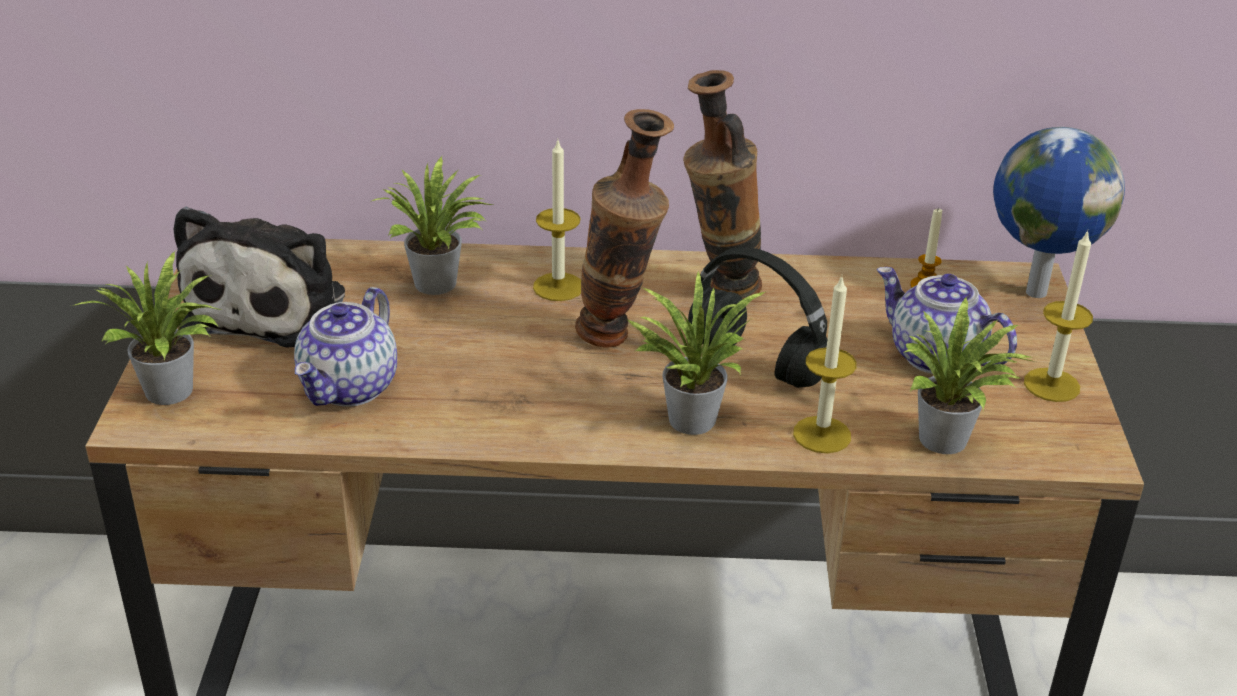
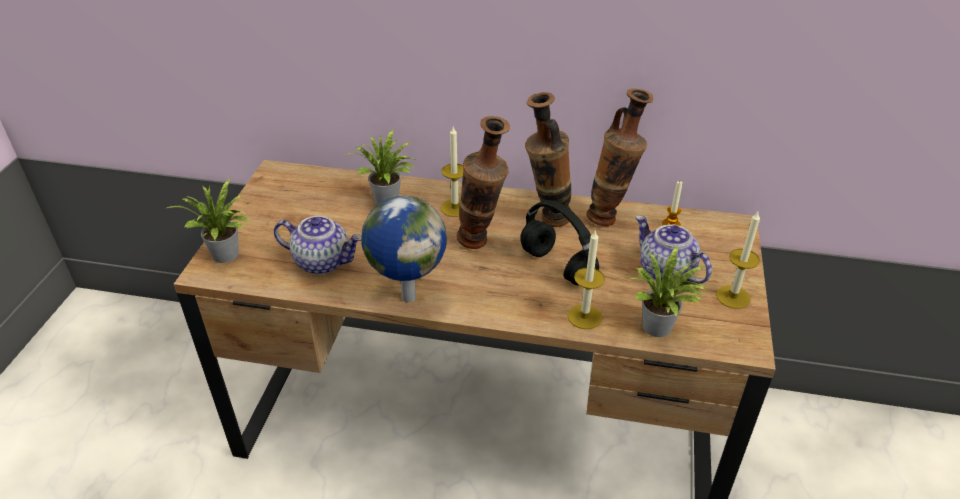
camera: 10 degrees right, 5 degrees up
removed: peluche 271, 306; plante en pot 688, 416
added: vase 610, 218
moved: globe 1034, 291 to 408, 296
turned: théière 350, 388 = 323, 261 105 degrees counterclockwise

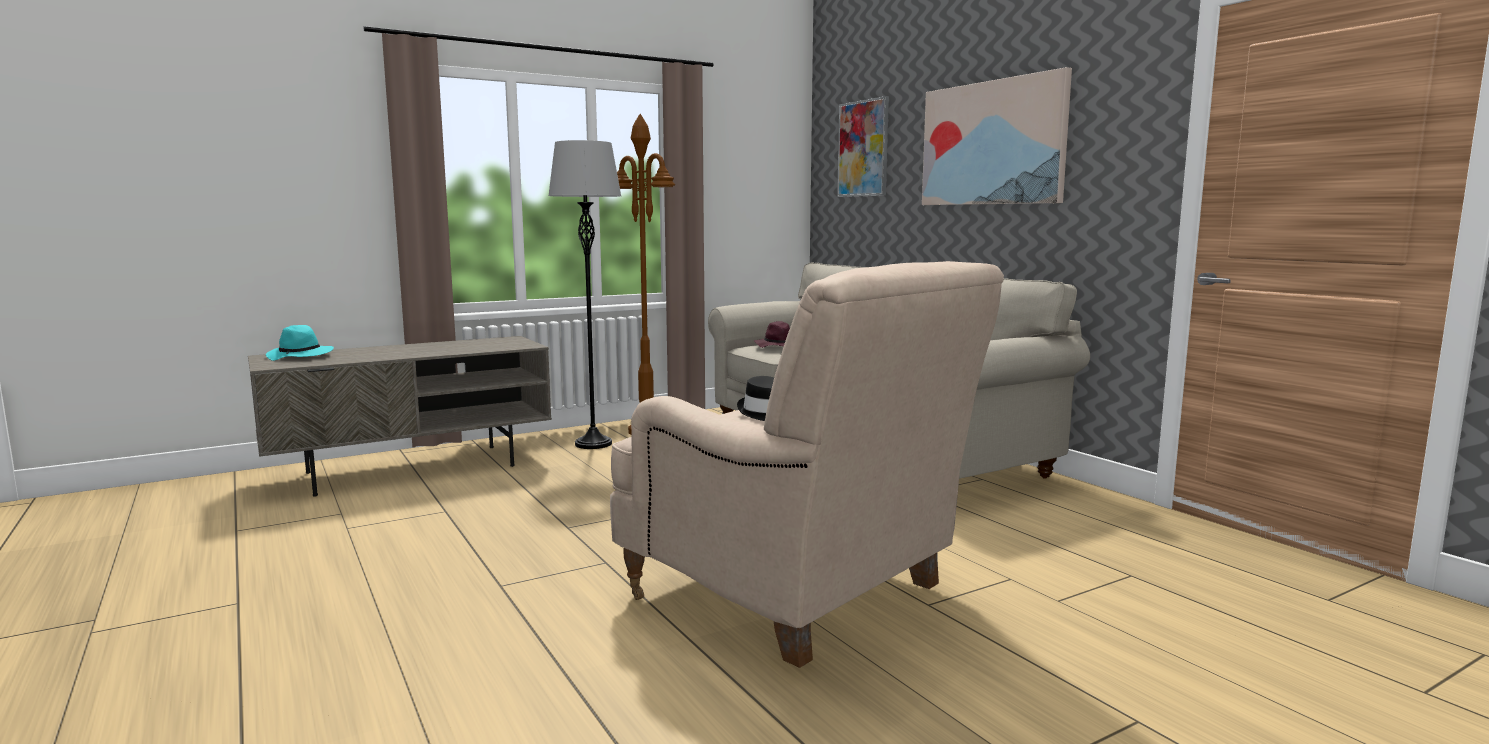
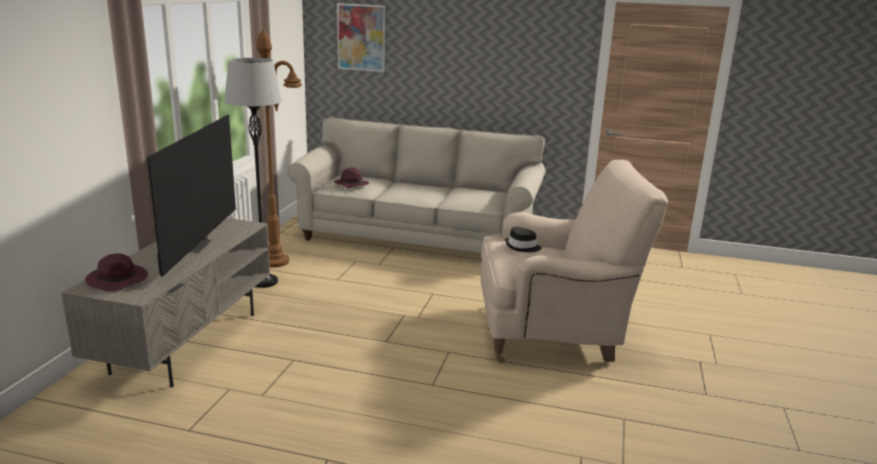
camera: 45 degrees left, 10 degrees up
removed: tableau 993, 143
added: téléviseur 193, 245
recoloured: chapeau/turquoise 301, 356 to chapeau/violet 118, 280

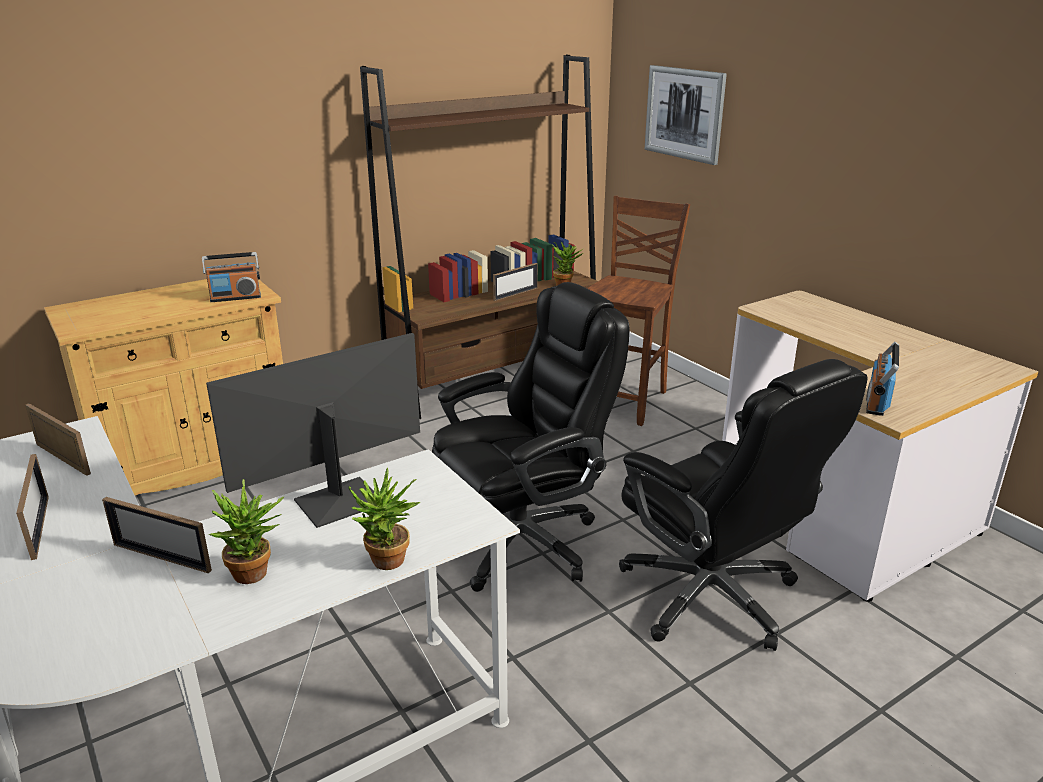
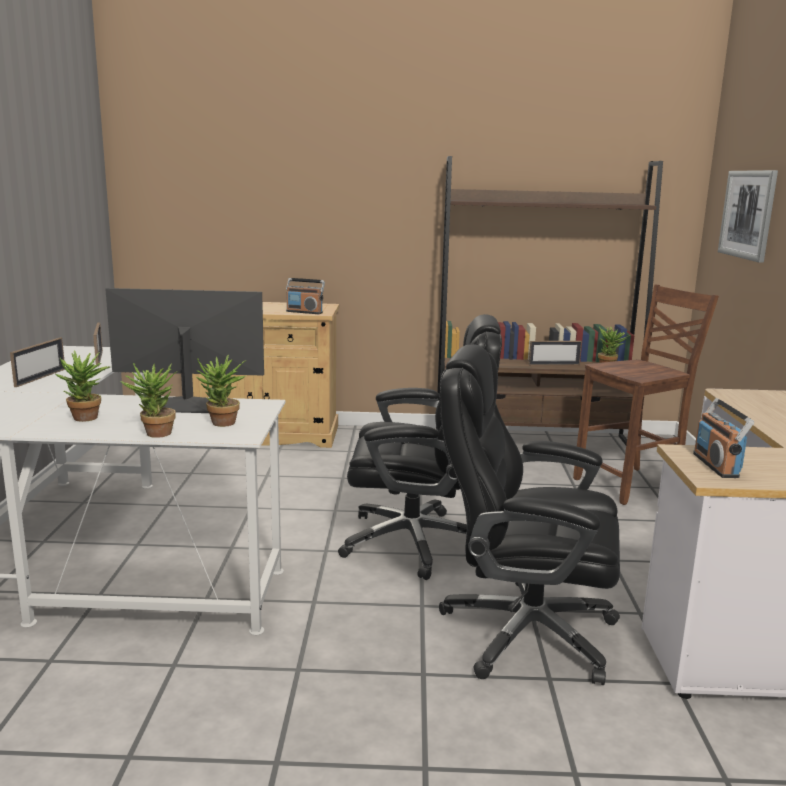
camera: 35 degrees right, 10 degrees down
removed: cadre photo 161, 557
added: plante en pot 221, 424
turned: chaise de bureau/noir 712, 597 = 524, 632 105 degrees clockwise; radio 876, 402 = 716, 465 60 degrees counterclockwise

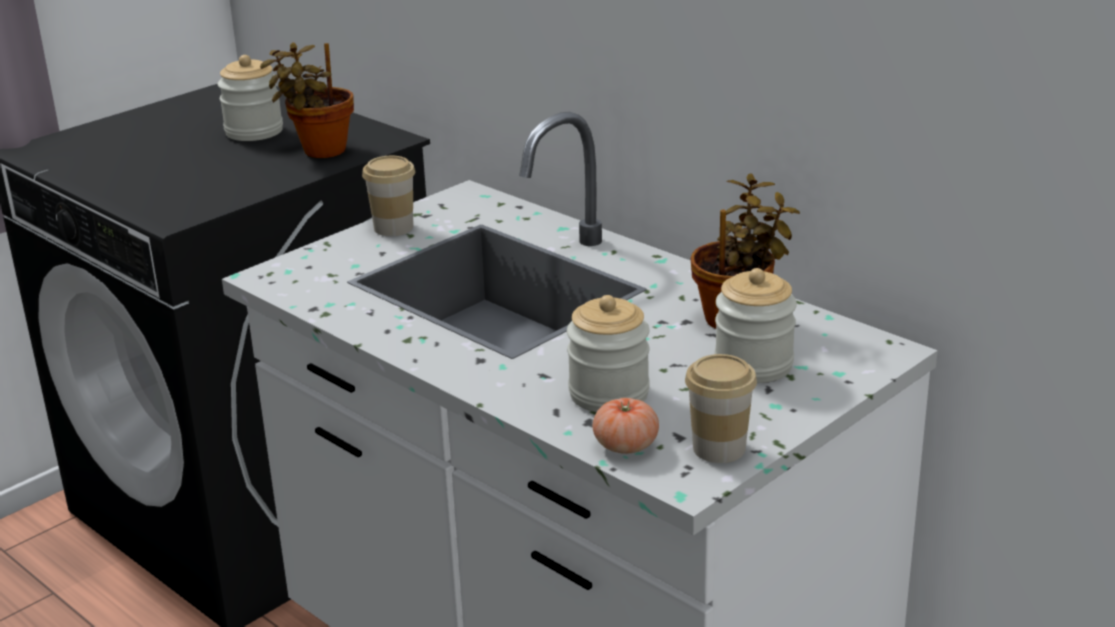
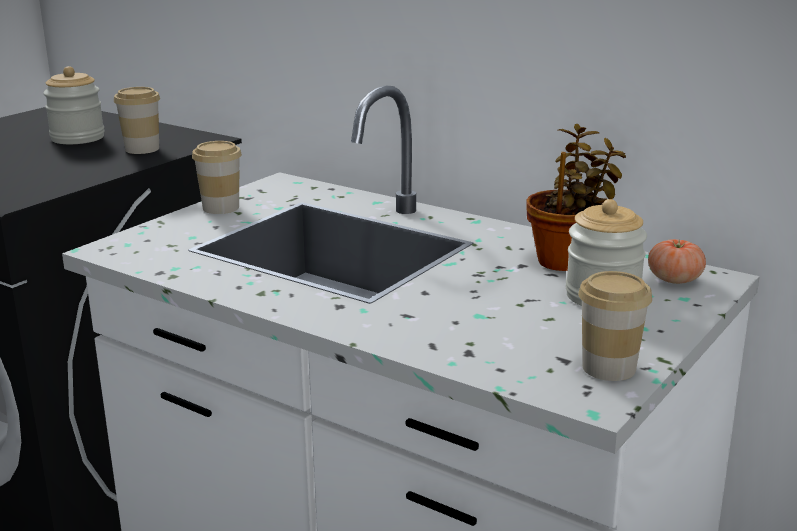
camera: 10 degrees left, 5 degrees down
removed: bocal 609, 394
moved: tomate 626, 445 to 674, 279
replaced: plante en pot 319, 151 to tasse 142, 149

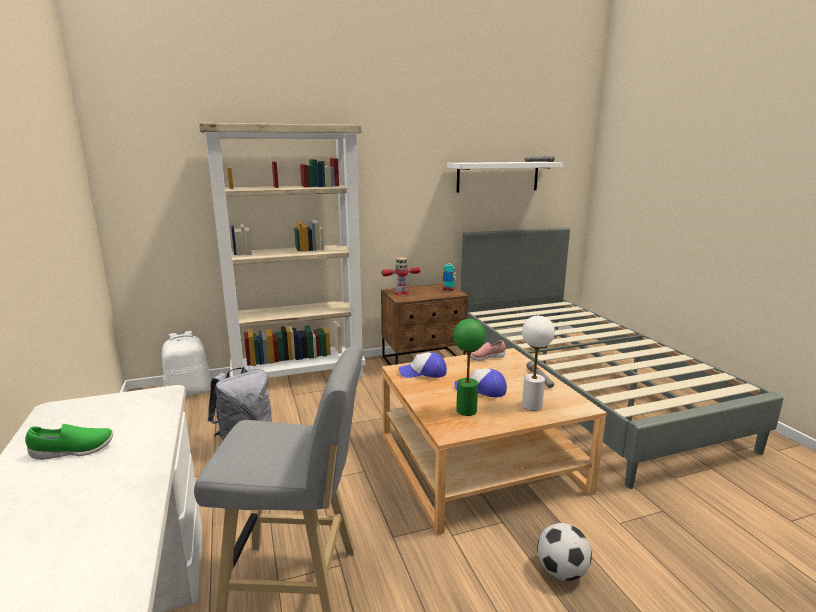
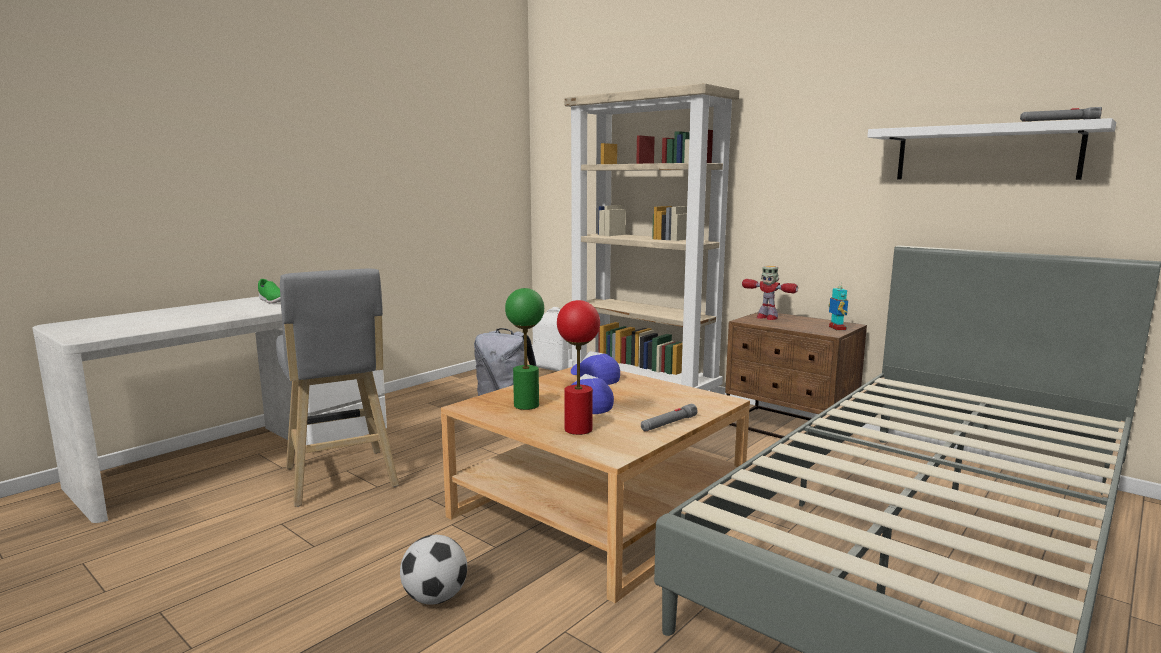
camera: 60 degrees right, 5 degrees down
removed: chaussure/rose 486, 358
recoloured: lampe de table/blanc 532, 406 to lampe de table/rouge 578, 429

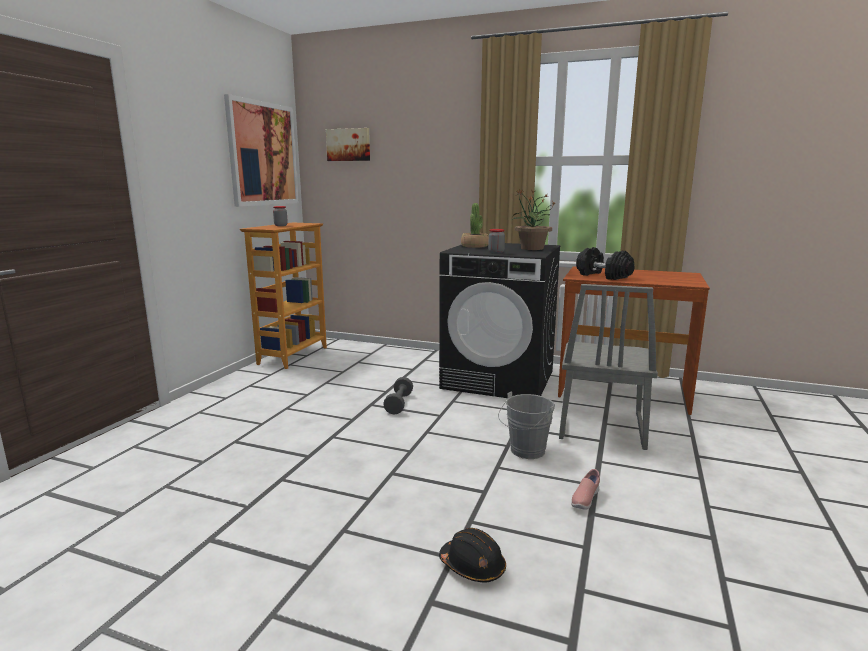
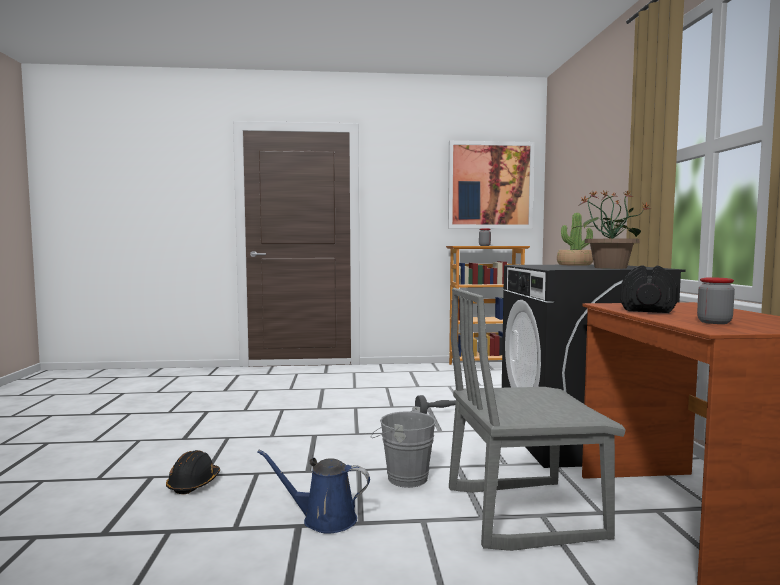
camera: 65 degrees right, 10 degrees down
removed: tableau 348, 145
moved: bocal 496, 252 to 714, 322
replaced: chaussure/rose 584, 499 to arrosoir/bleu 324, 519

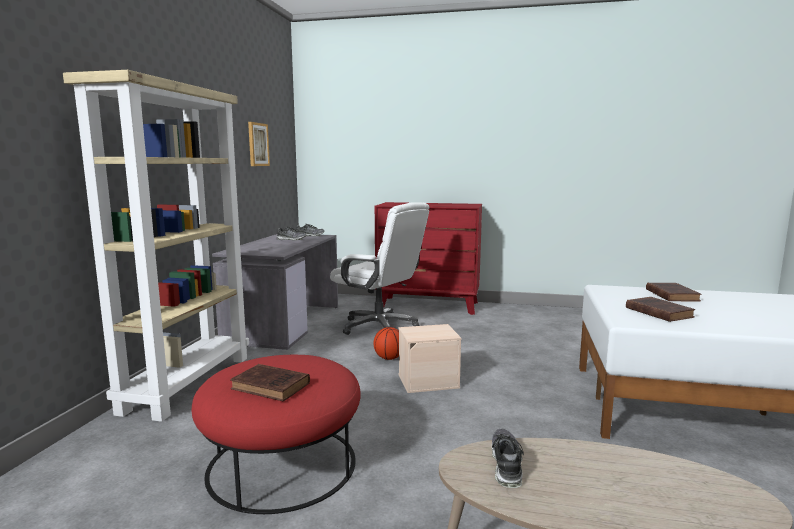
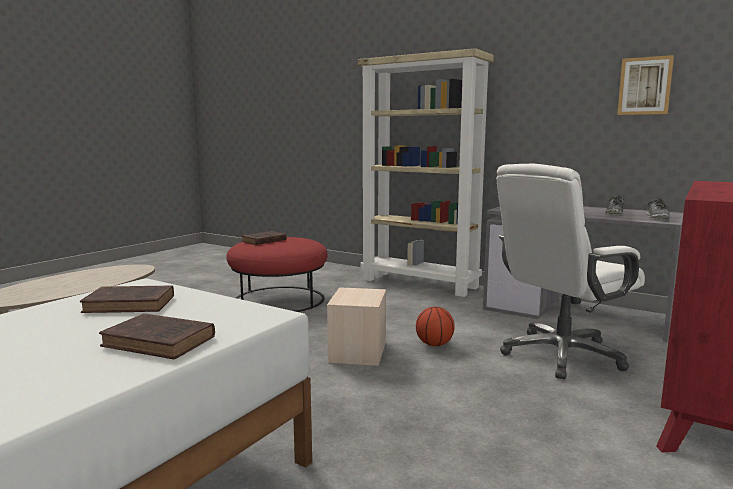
camera: 110 degrees right, 0 degrees up
removed: chaussure 506, 464

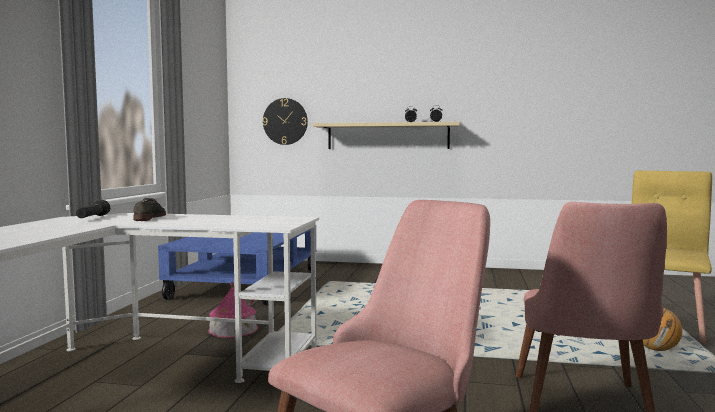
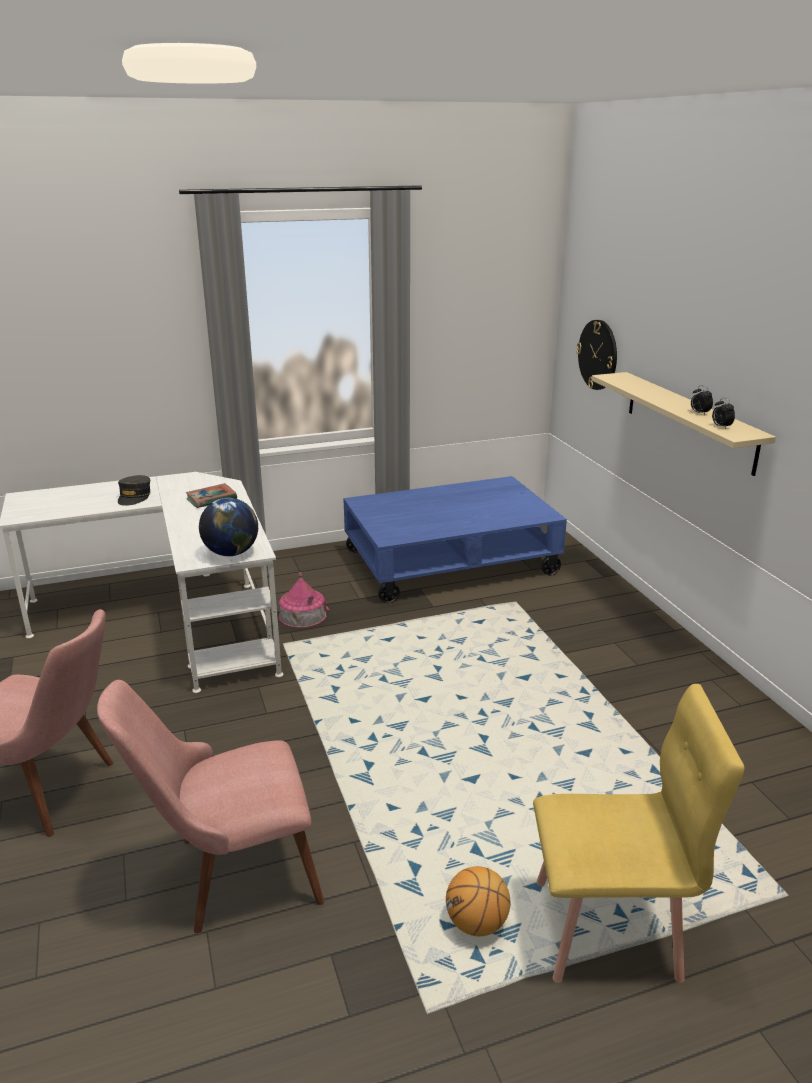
camera: 60 degrees right, 20 degrees up
removed: lampe de poche/noir 92, 218
added: casquette/gris 134, 497; globe 231, 553
replaced: chaussure/gris 149, 217 to livre 211, 499

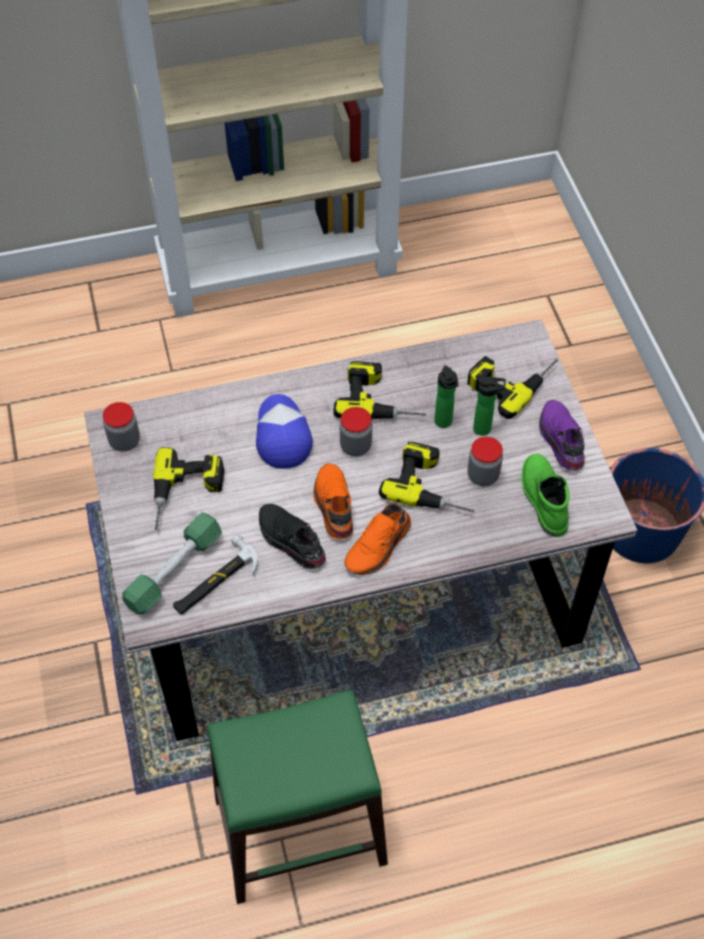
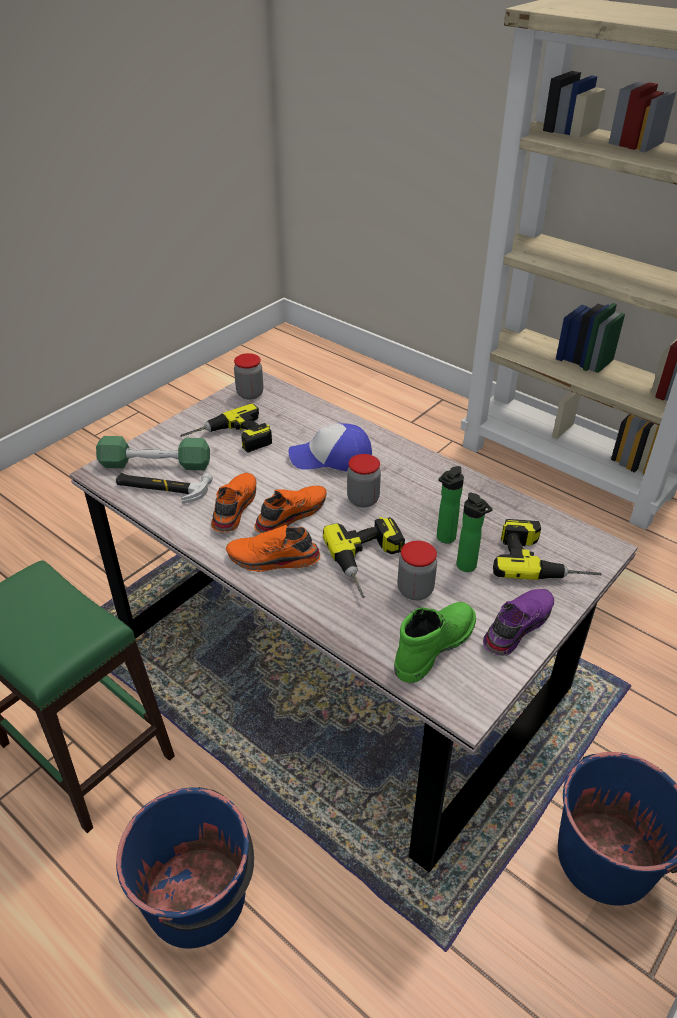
camera: 55 degrees right, 15 degrees down
removed: perceuse 381, 398
added: seau/bleu 198, 897
recoloured: chaussure/noir 290, 541 to chaussure/orange 233, 508
turned: casquette 282, 435 = 331, 458 135 degrees counterclockwise

